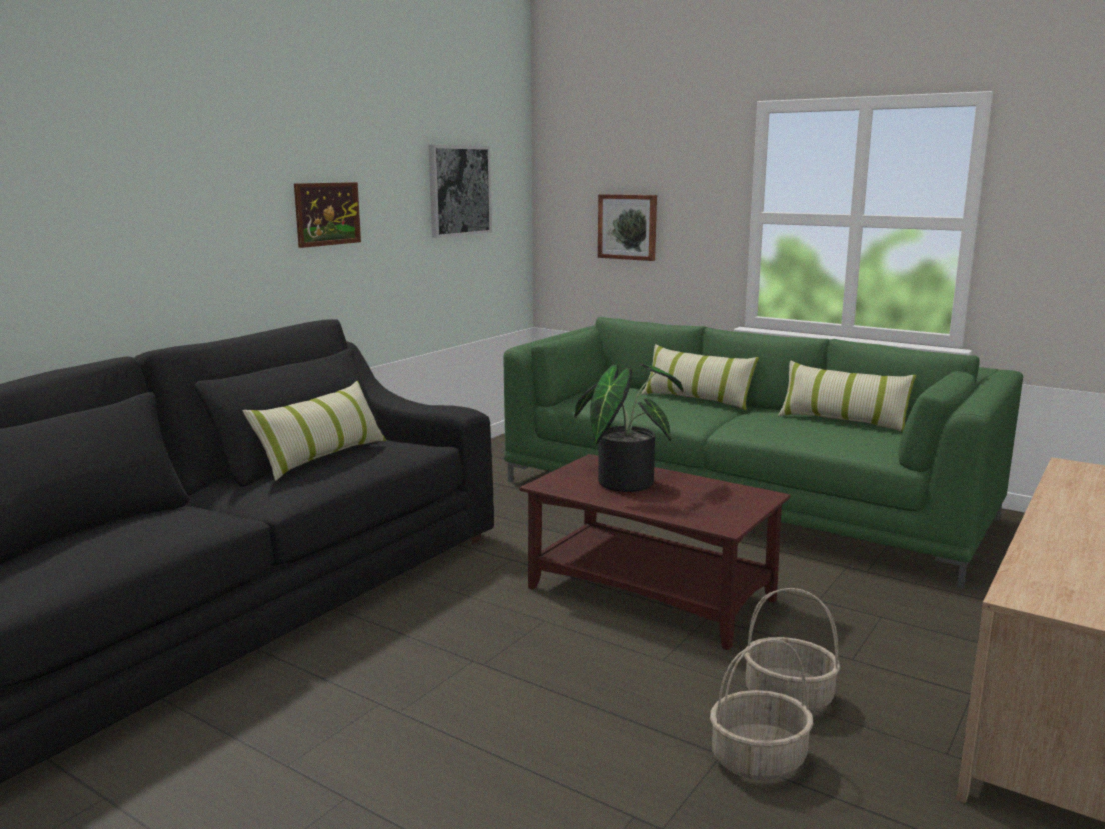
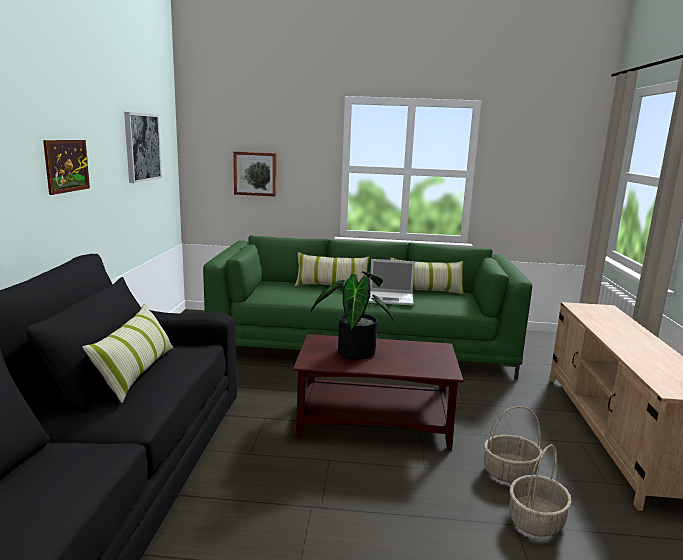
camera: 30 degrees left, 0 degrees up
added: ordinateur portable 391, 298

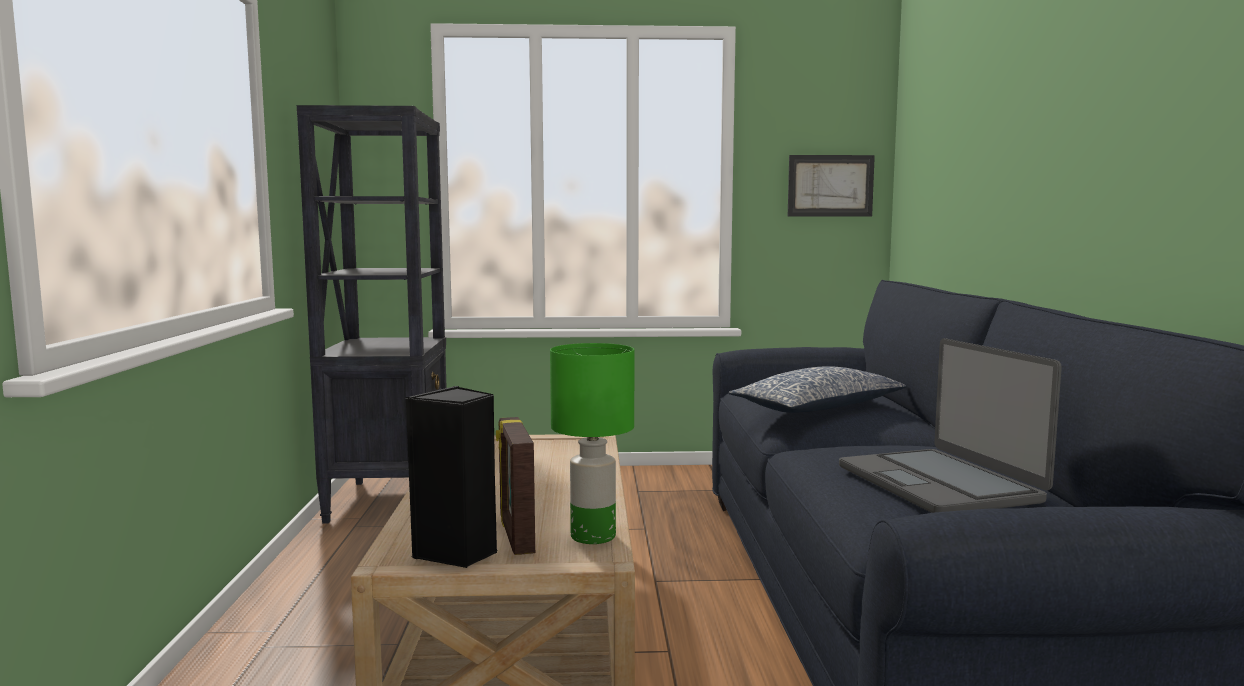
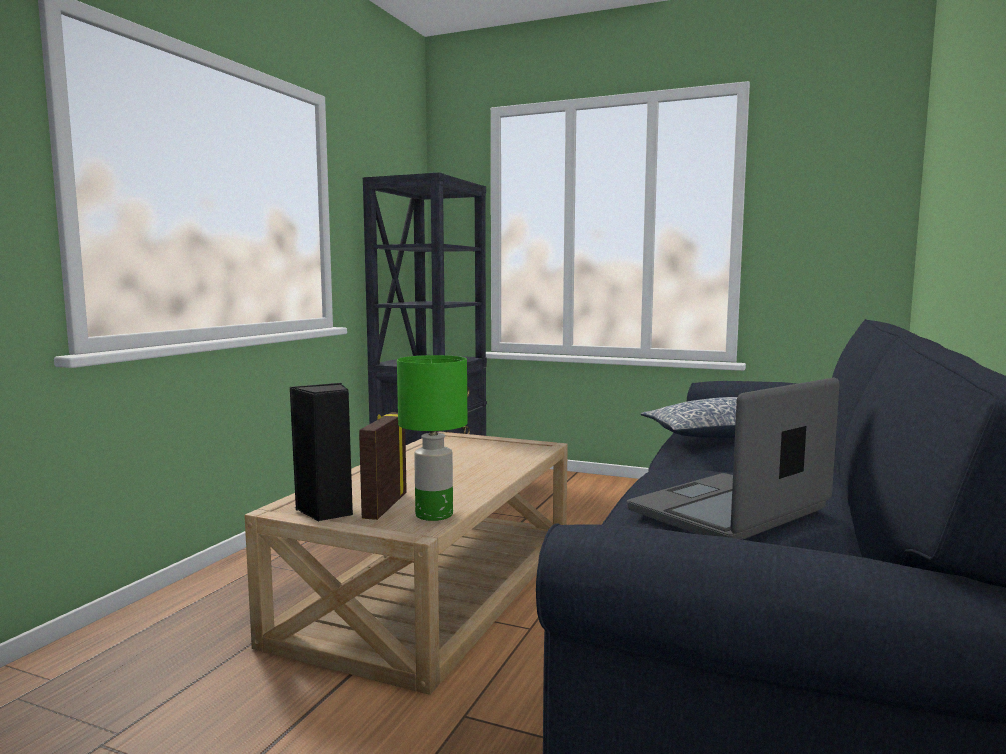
camera: 25 degrees right, 0 degrees up
removed: tableau 830, 186
turned: ordinateur portable 939, 483 = 730, 511 45 degrees clockwise

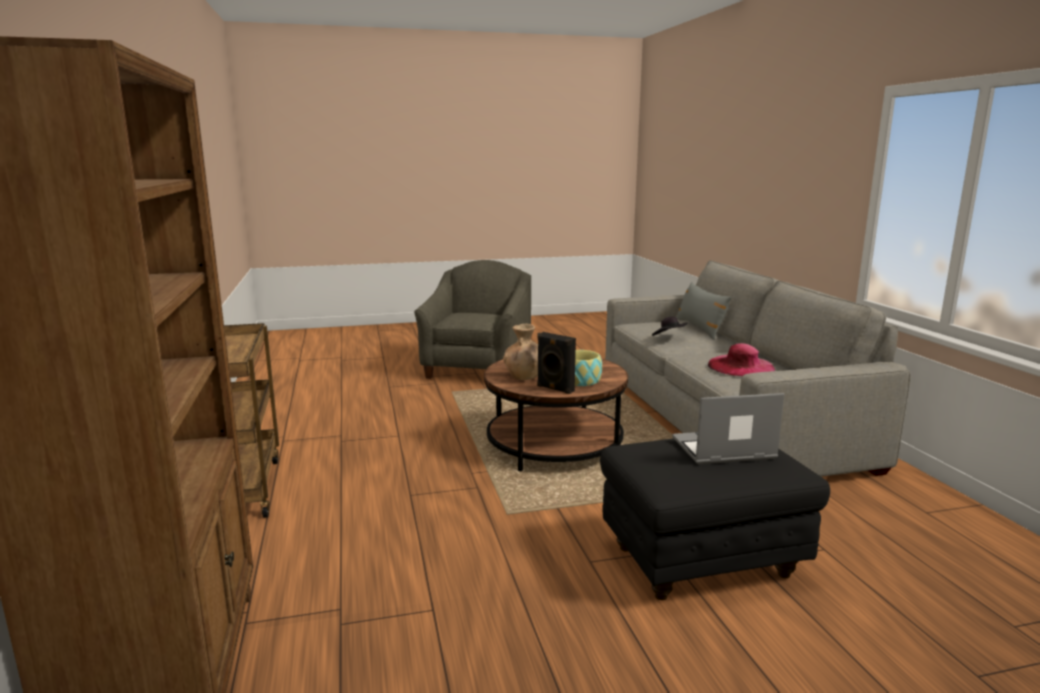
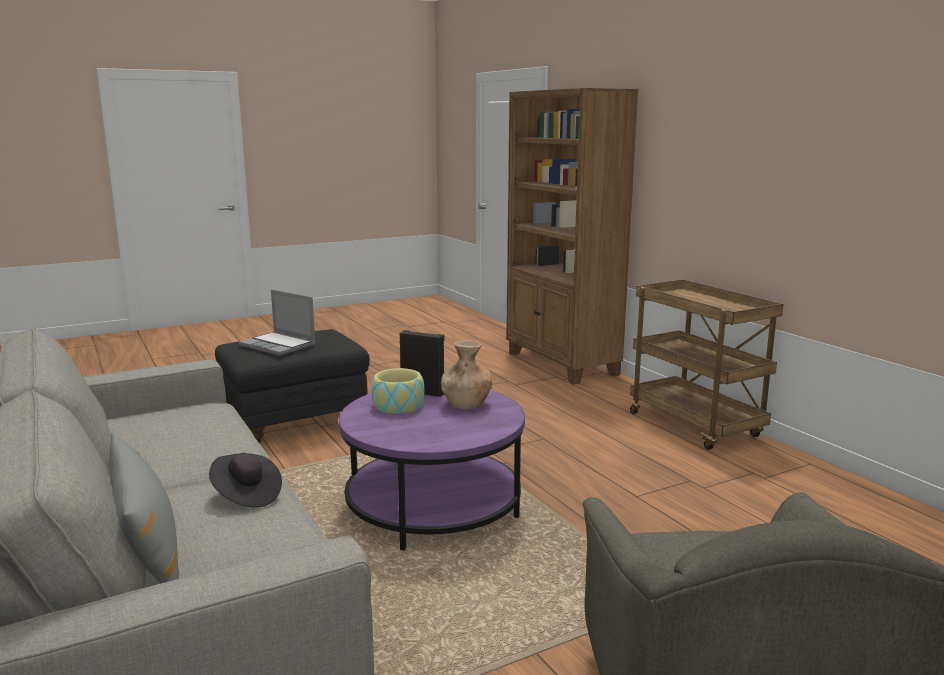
camera: 165 degrees right, 0 degrees up
removed: chapeau/rose 741, 366
recoloured: table basse/marron 554, 446 to table basse/violet 433, 506
turned: ordinateur portable 722, 450 = 279, 345 60 degrees clockwise

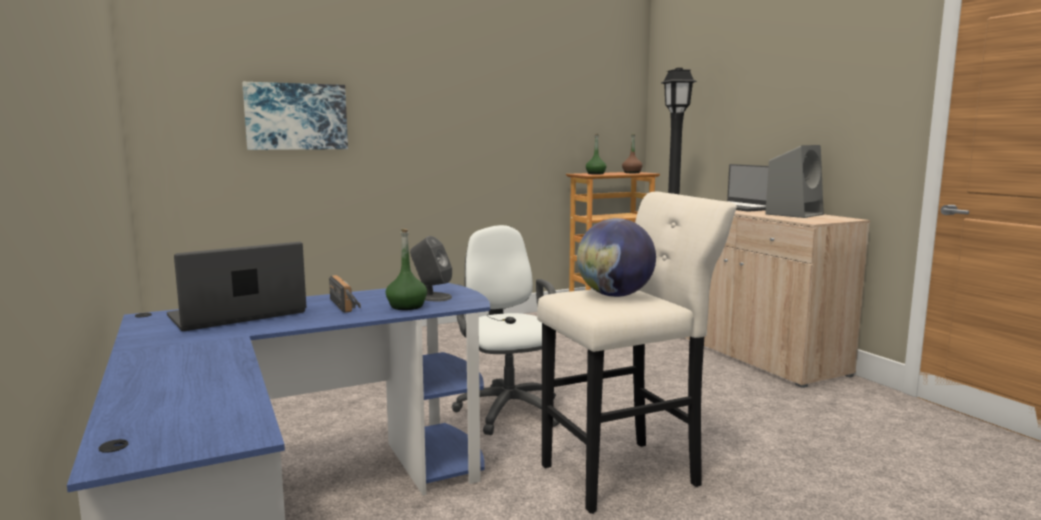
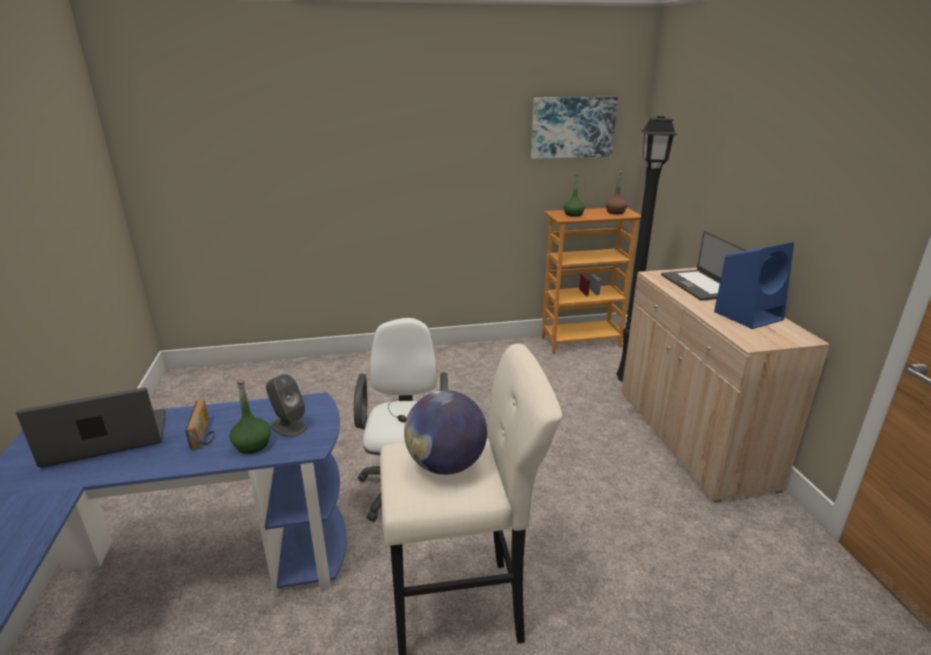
camera: 15 degrees right, 15 degrees up
moved: tableau 296, 116 to 572, 127
recoloured: enceinte/gris 794, 214 to enceinte/bleu 749, 315

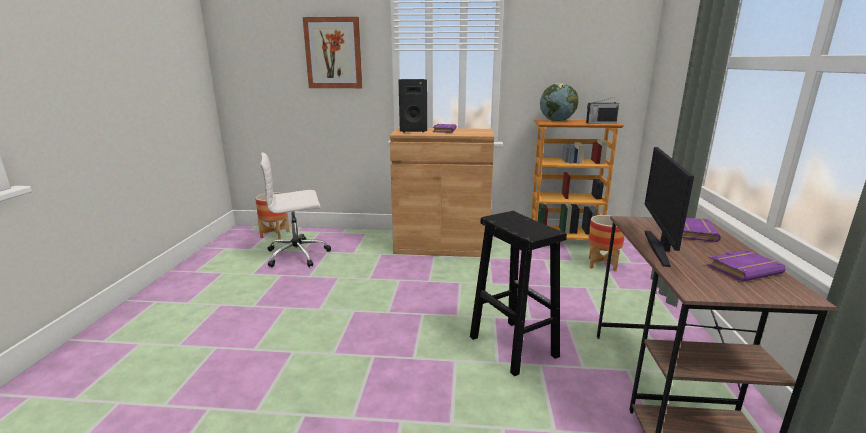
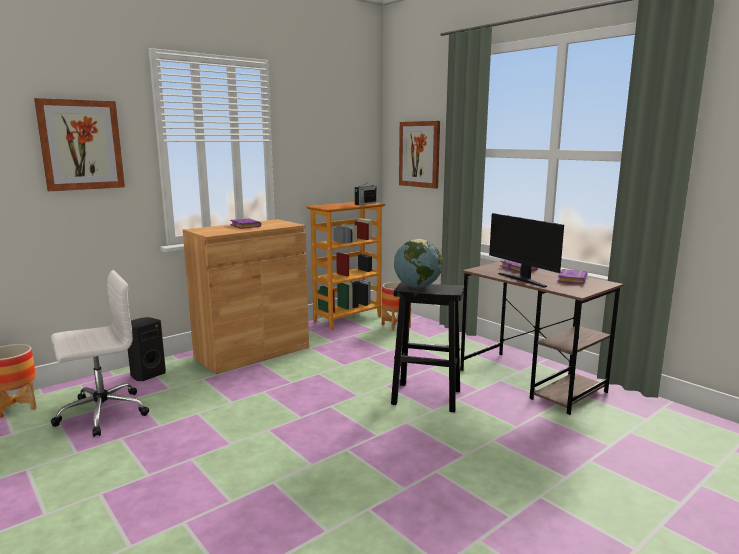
camera: 45 degrees left, 5 degrees down
added: tableau 419, 154
moved: enceinte/noir 413, 131 to 147, 375; globe 557, 121 to 417, 286
turned: chaise de bureau/blanc 298, 254 = 101, 413 150 degrees counterclockwise

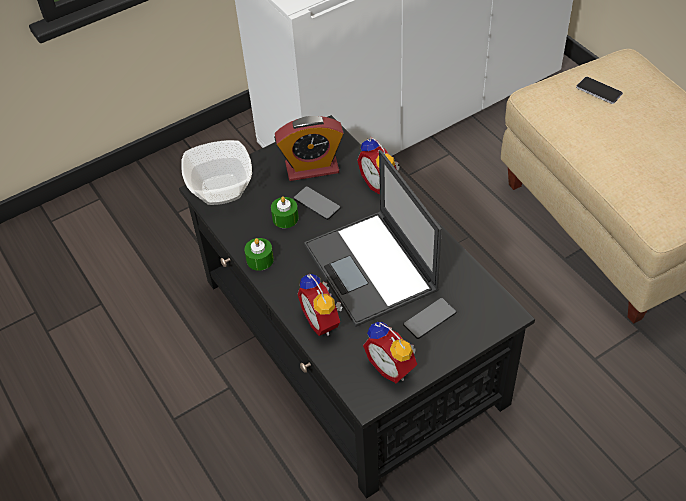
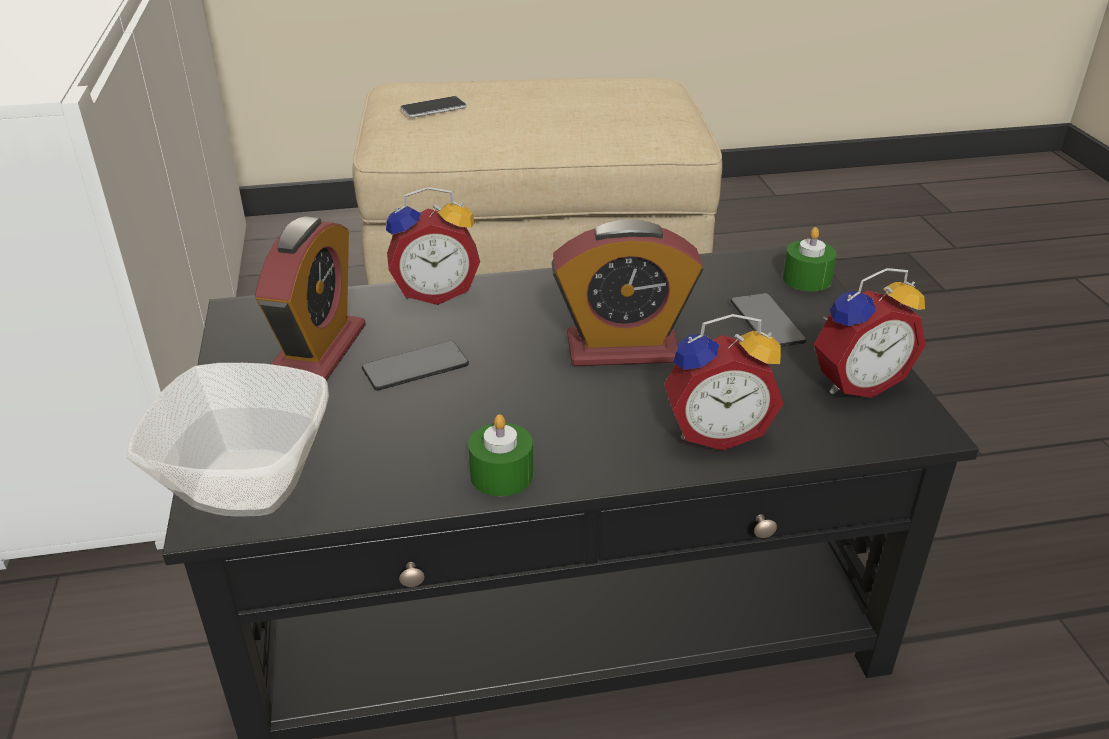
camera: 70 degrees left, 15 degrees down
moved: bougie/vert 285, 218 to 806, 279
replaced: ordinateur portable 371, 269 to réveil 622, 348

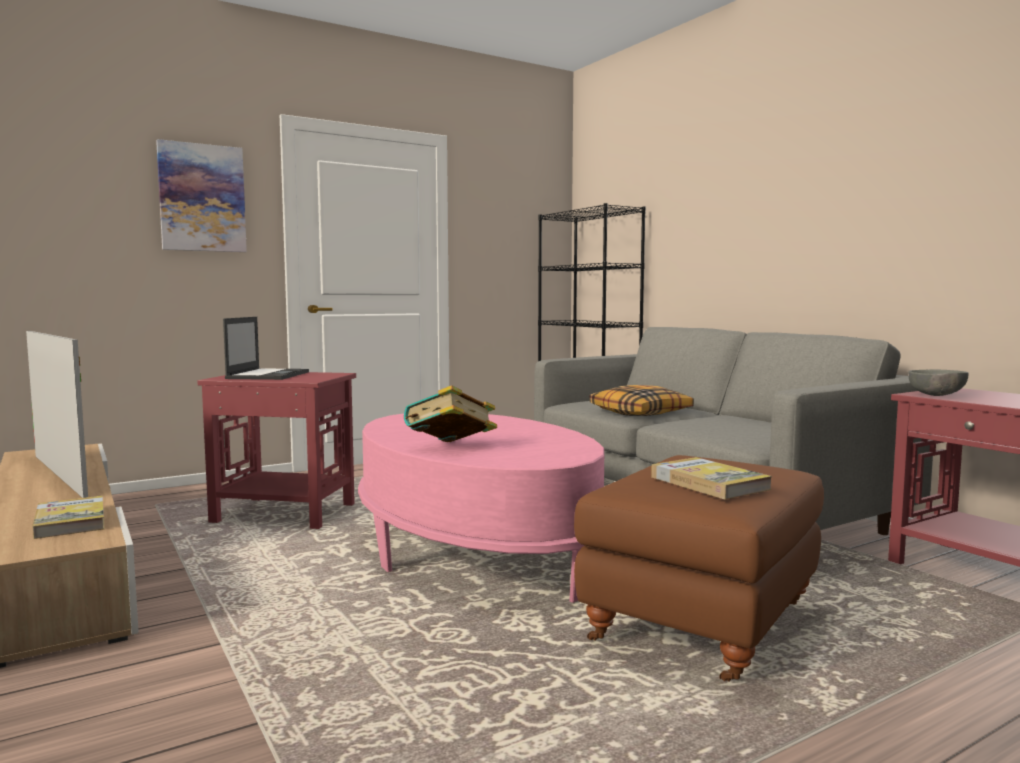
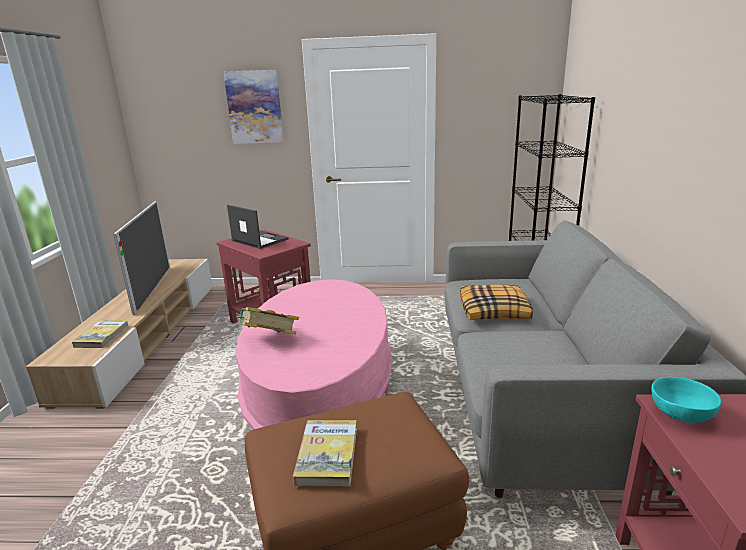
camera: 35 degrees right, 15 degrees up
recoloured: bol/gris 936, 395 to bol/turquoise 679, 415
turned: ordinateur portable 268, 375 = 259, 240 90 degrees counterclockwise

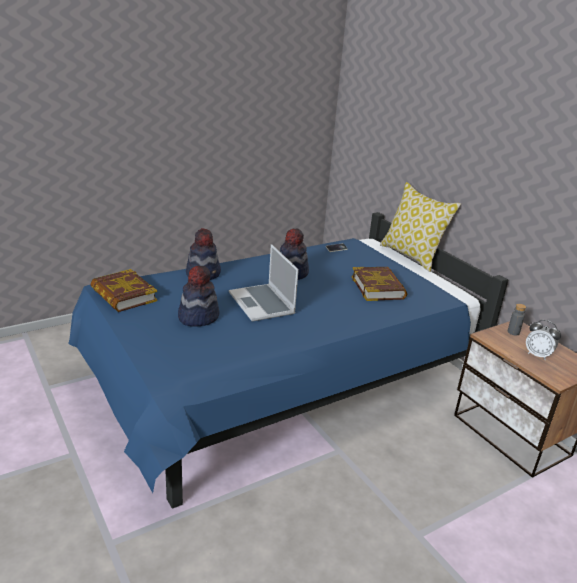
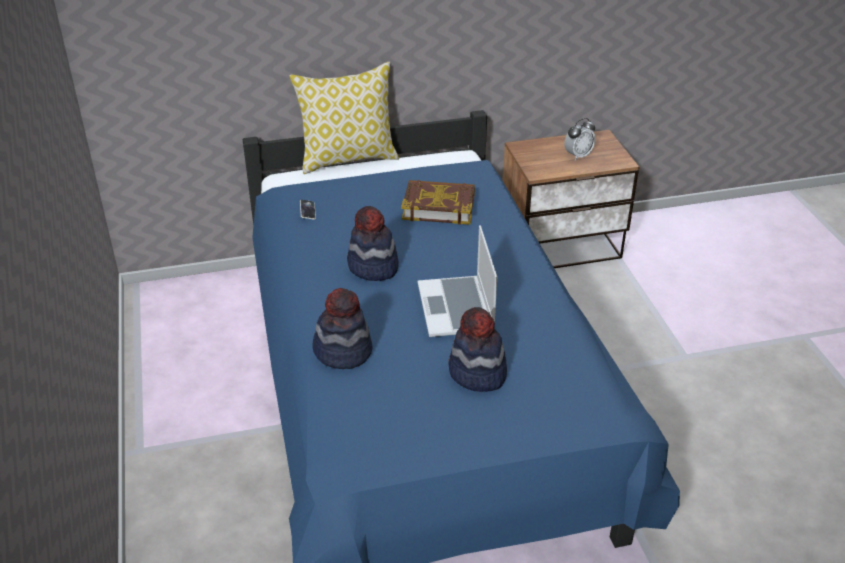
camera: 70 degrees left, 10 degrees up
removed: livre 123, 295; bouteille/gris 513, 332
turned: ordinateur portable 262, 304 = 457, 309 90 degrees clockwise

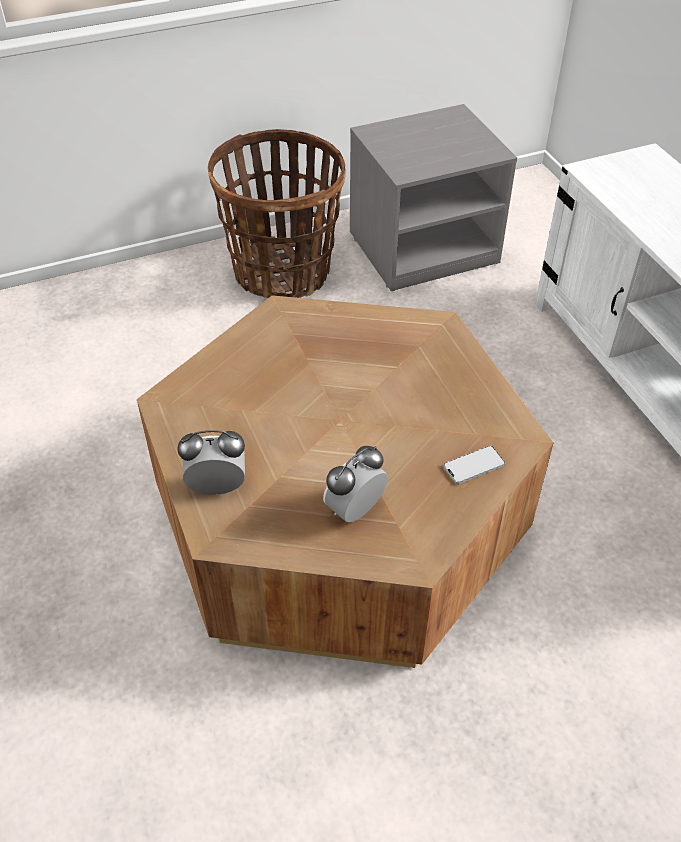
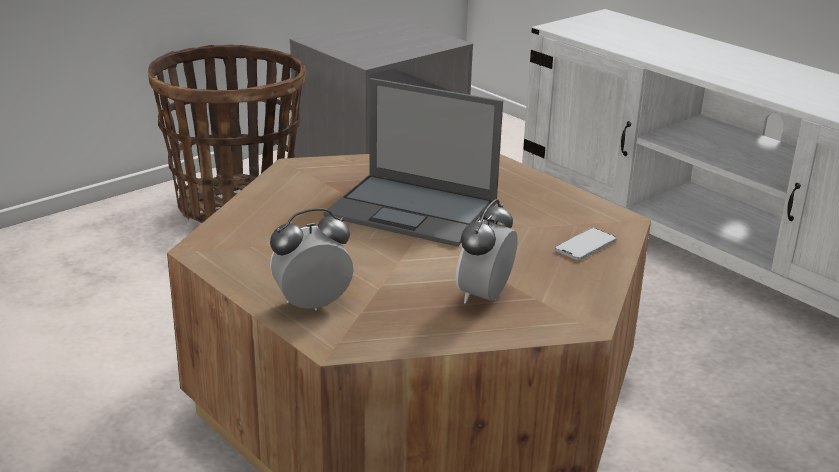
camera: 20 degrees left, 20 degrees down
added: ordinateur portable 414, 210

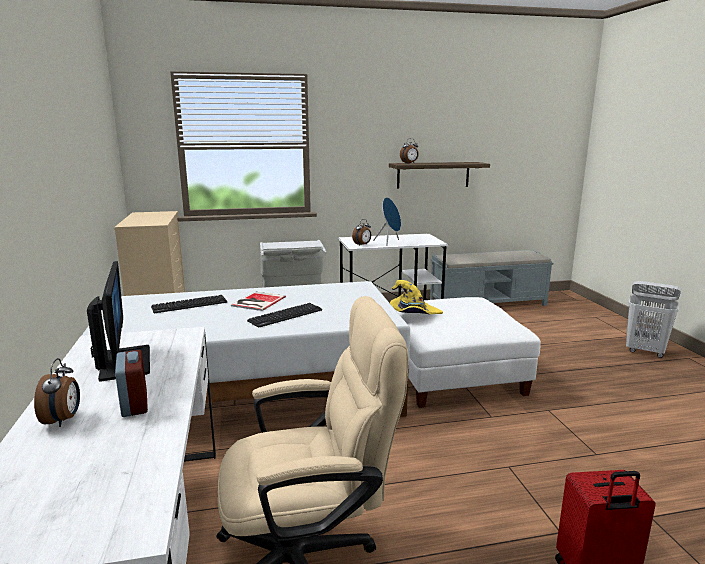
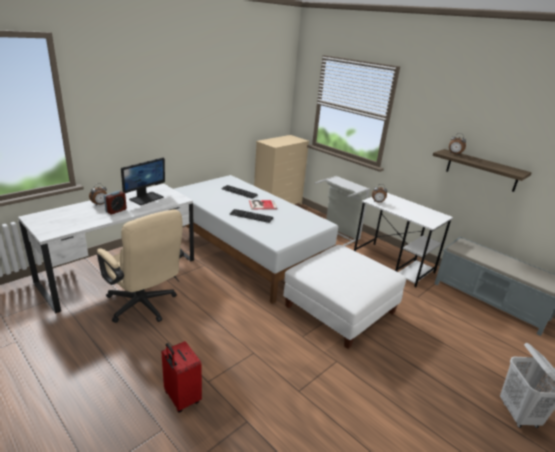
camera: 55 degrees right, 10 degrees up
removed: enceinte/bleu 389, 242; chapeau/jaune 413, 313

